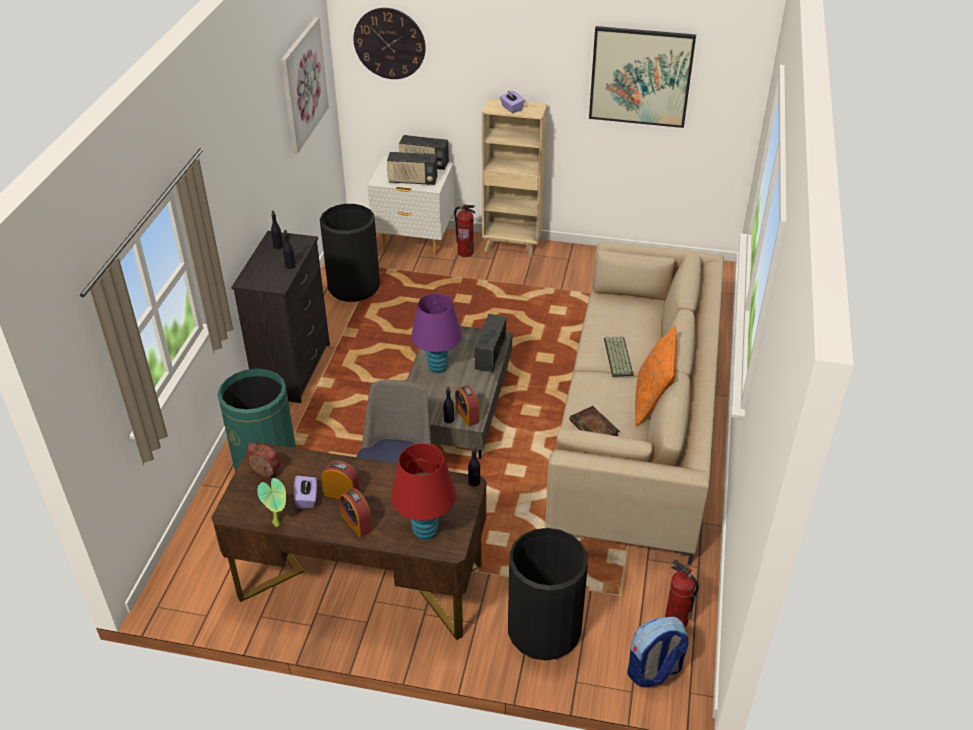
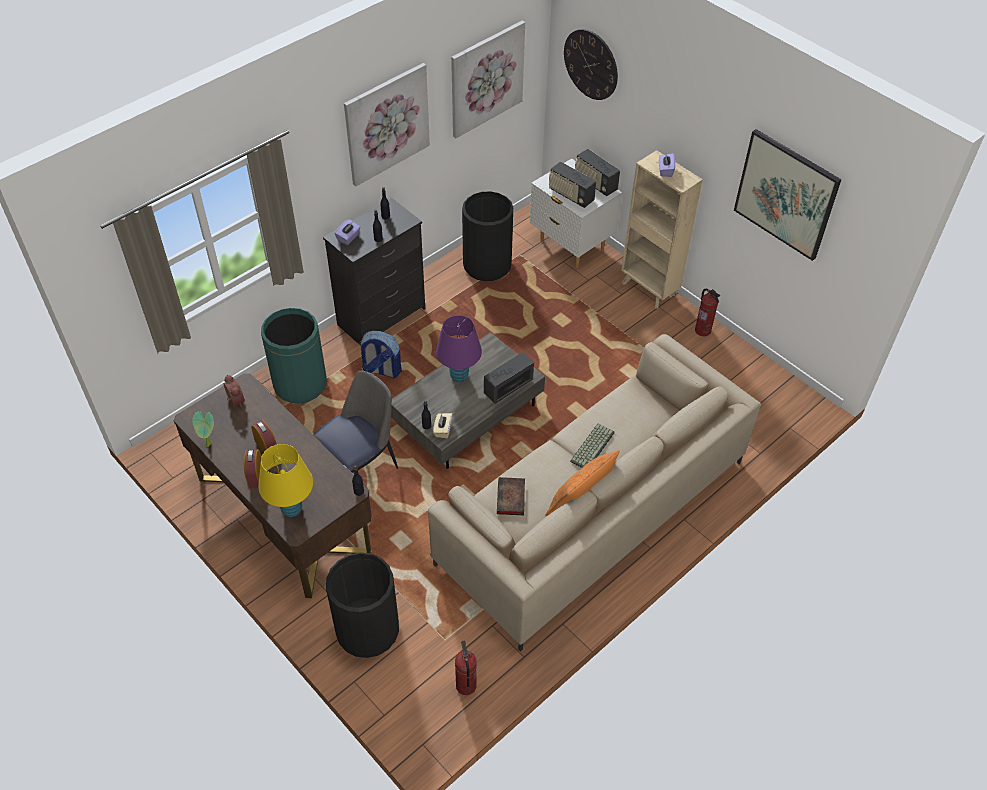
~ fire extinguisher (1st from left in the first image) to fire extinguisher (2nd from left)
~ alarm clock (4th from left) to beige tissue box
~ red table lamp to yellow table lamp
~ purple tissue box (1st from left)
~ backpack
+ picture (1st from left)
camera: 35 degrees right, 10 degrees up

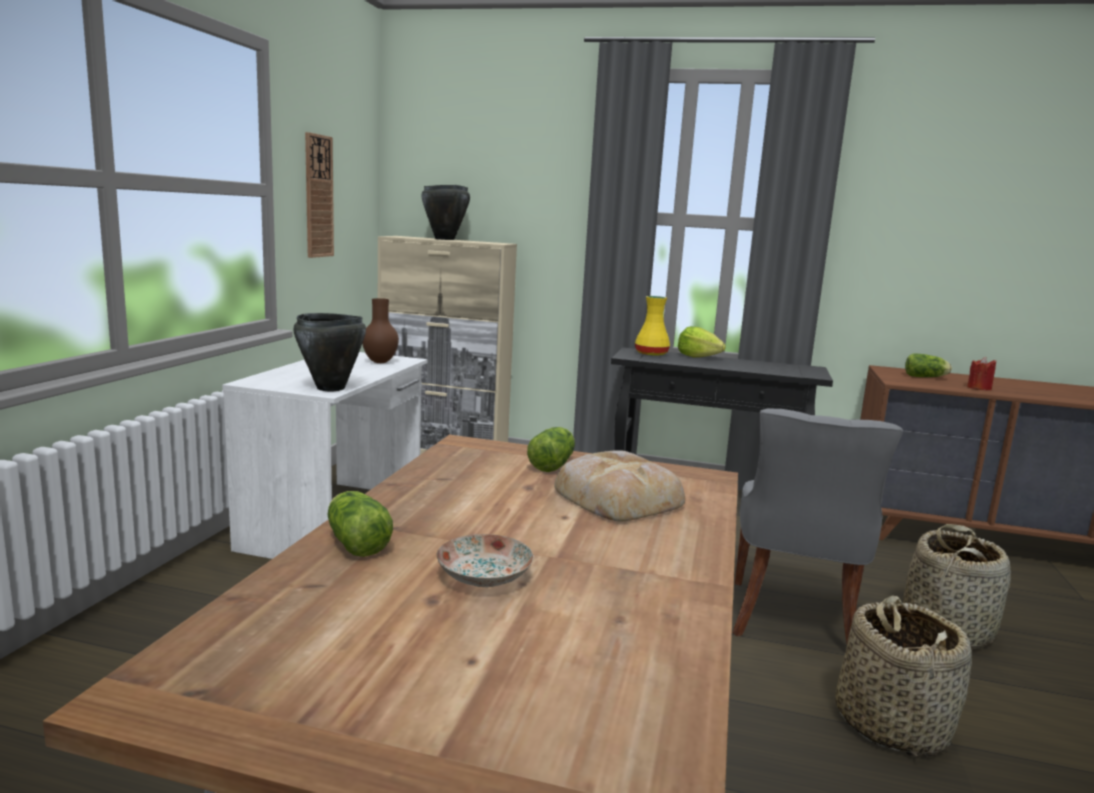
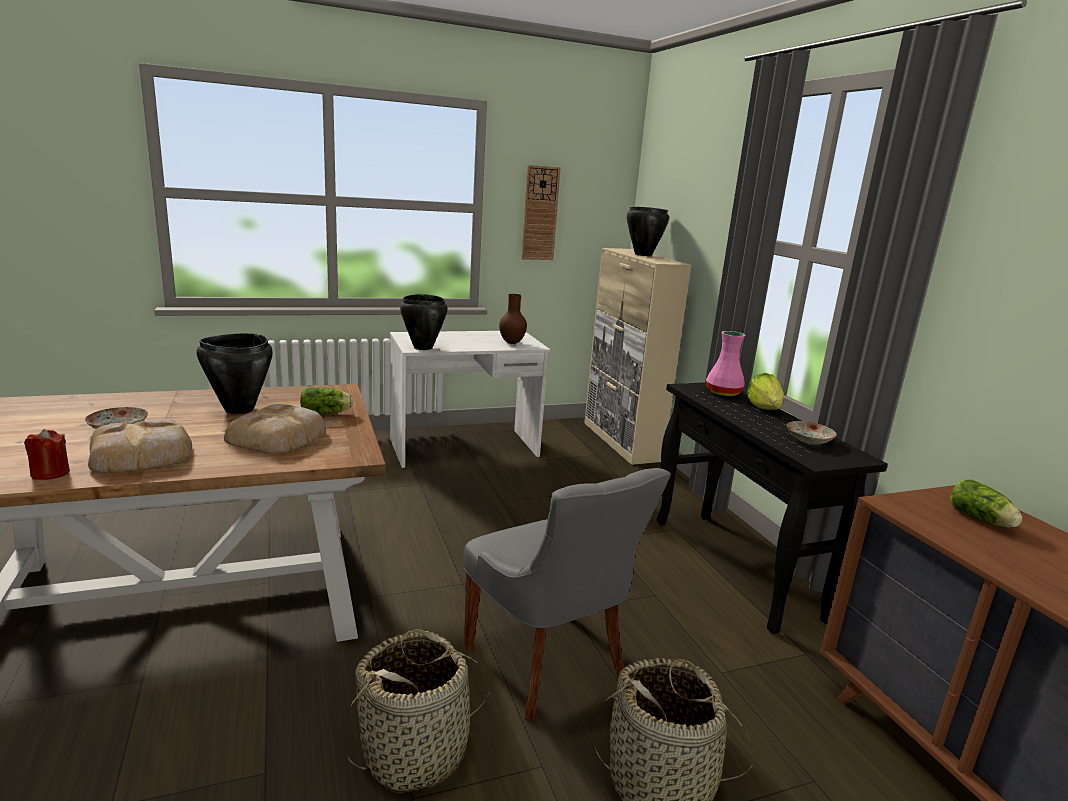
~ yellow vase to pink vase
~ red candle
~ grey chair 105 degrees counterclockwise
- lettuce (1st from left)
+ black cooking pot (1st from left)
+ bread (1st from left)
+ plate (2nd from left)
camera: 55 degrees right, 5 degrees up

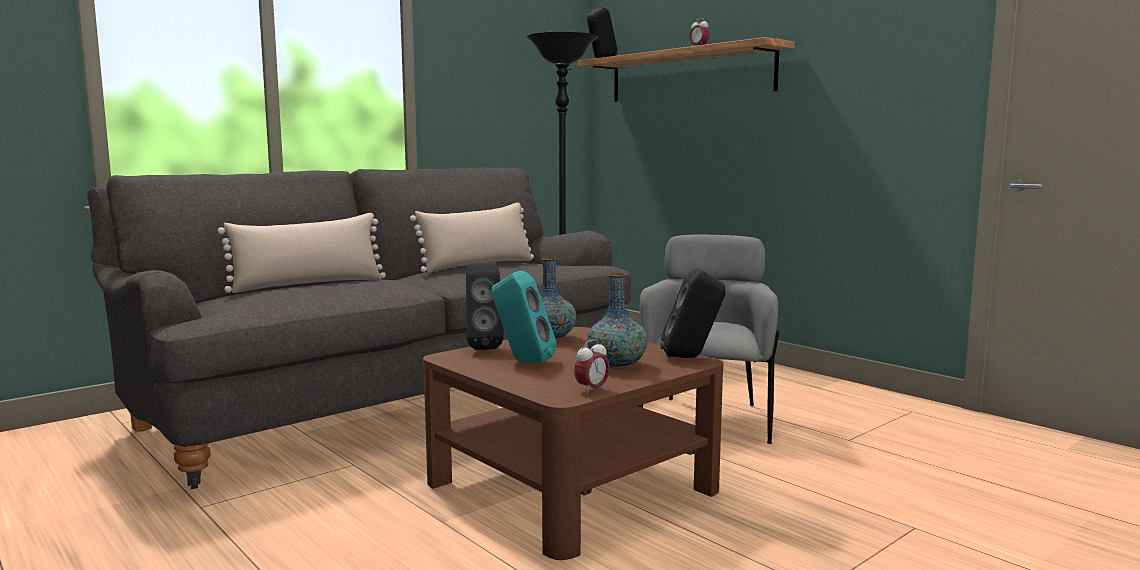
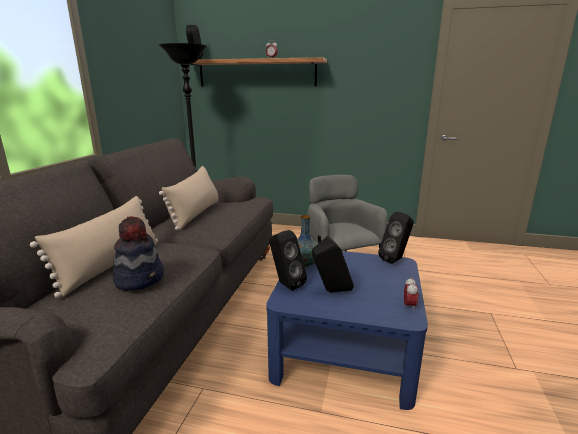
~ turquoise speaker to black speaker (3rd from left)
- vase (2nd from left)
~ brown coffee table to blue coffee table
+ hat
camera: 35 degrees left, 10 degrees up

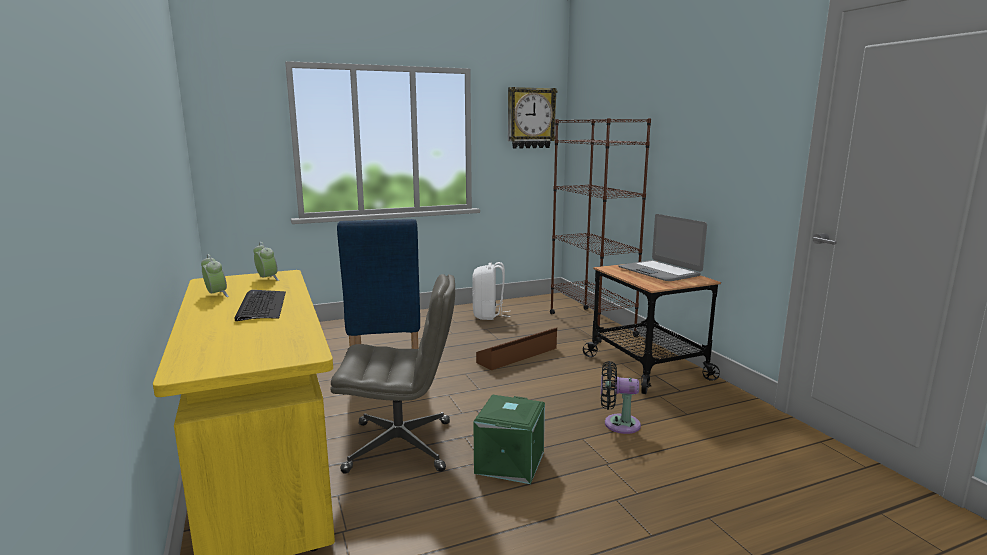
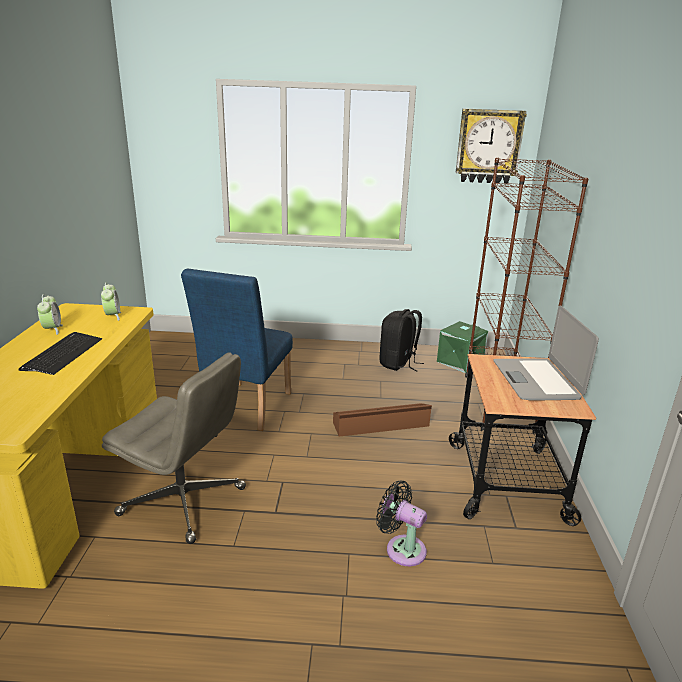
~ white backpack to black backpack
~ green storage box
camera: 25 degrees right, 10 degrees up

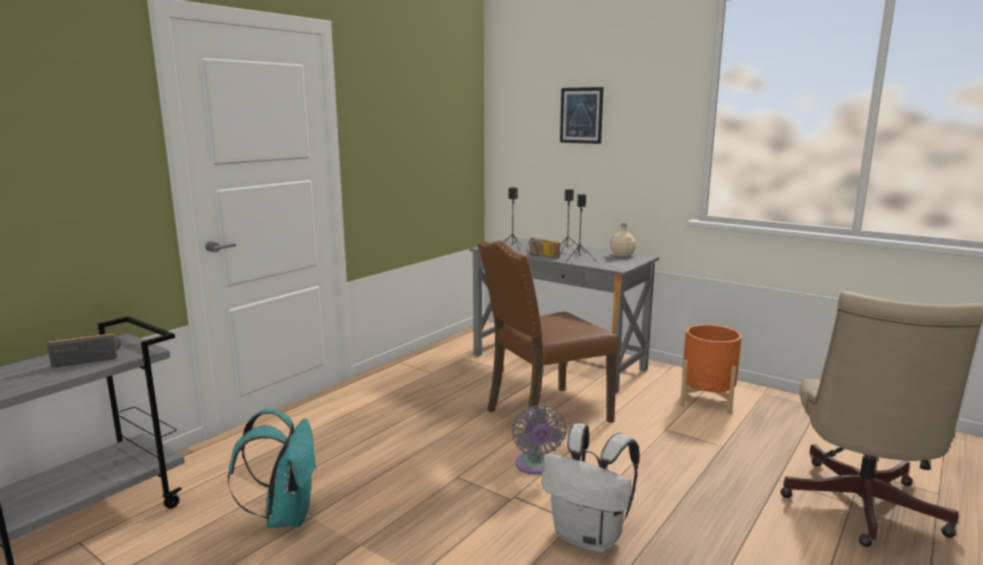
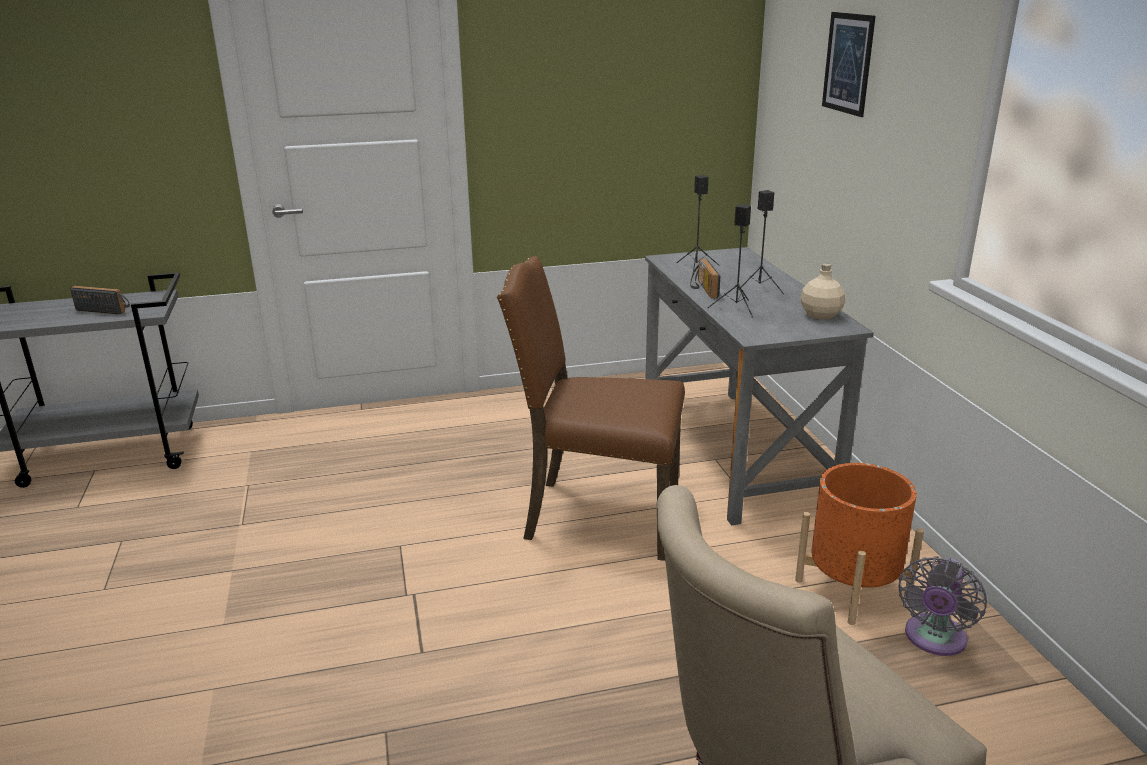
~ grey fan
- turquoise backpack
- white backpack
camera: 40 degrees right, 10 degrees up

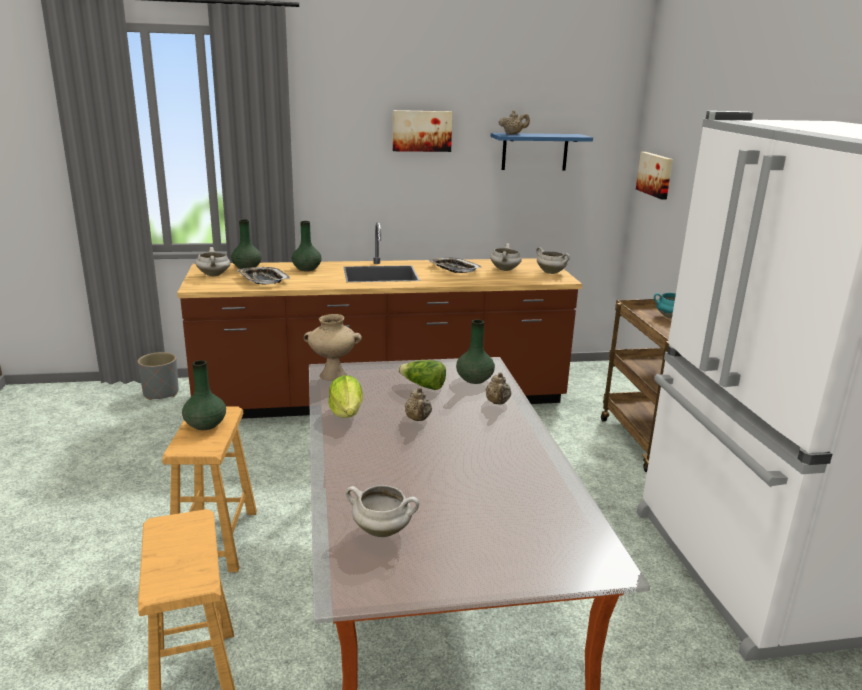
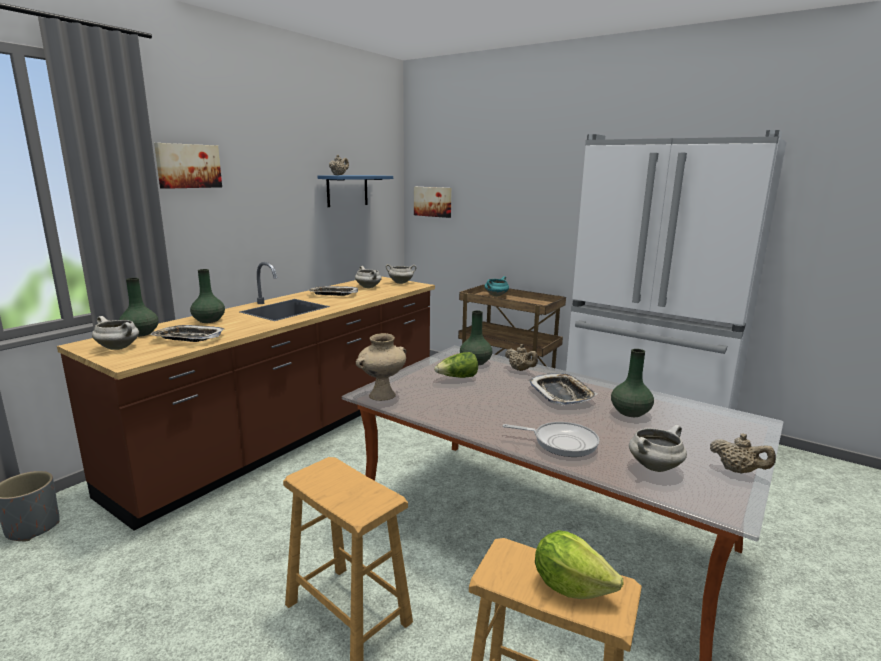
~ picture (1st from left)
~ green vase (1st from left in the first image) to green vase (4th from left)
~ lettuce (1st from left in the first image) to lettuce (2nd from left)
~ beige teapot (1st from left in the first image) to beige teapot (3rd from left)
+ tray (3rd from left)
+ frying pan
camera: 45 degrees left, 5 degrees down

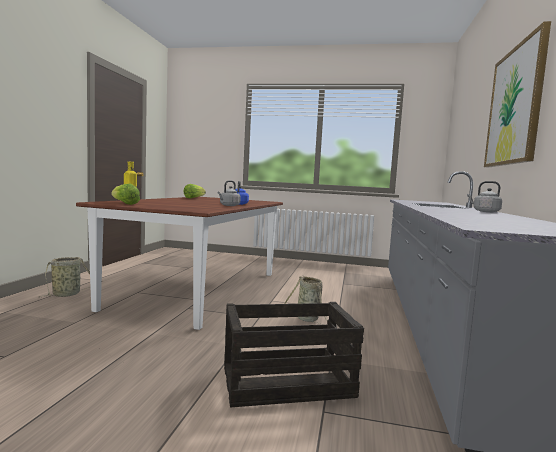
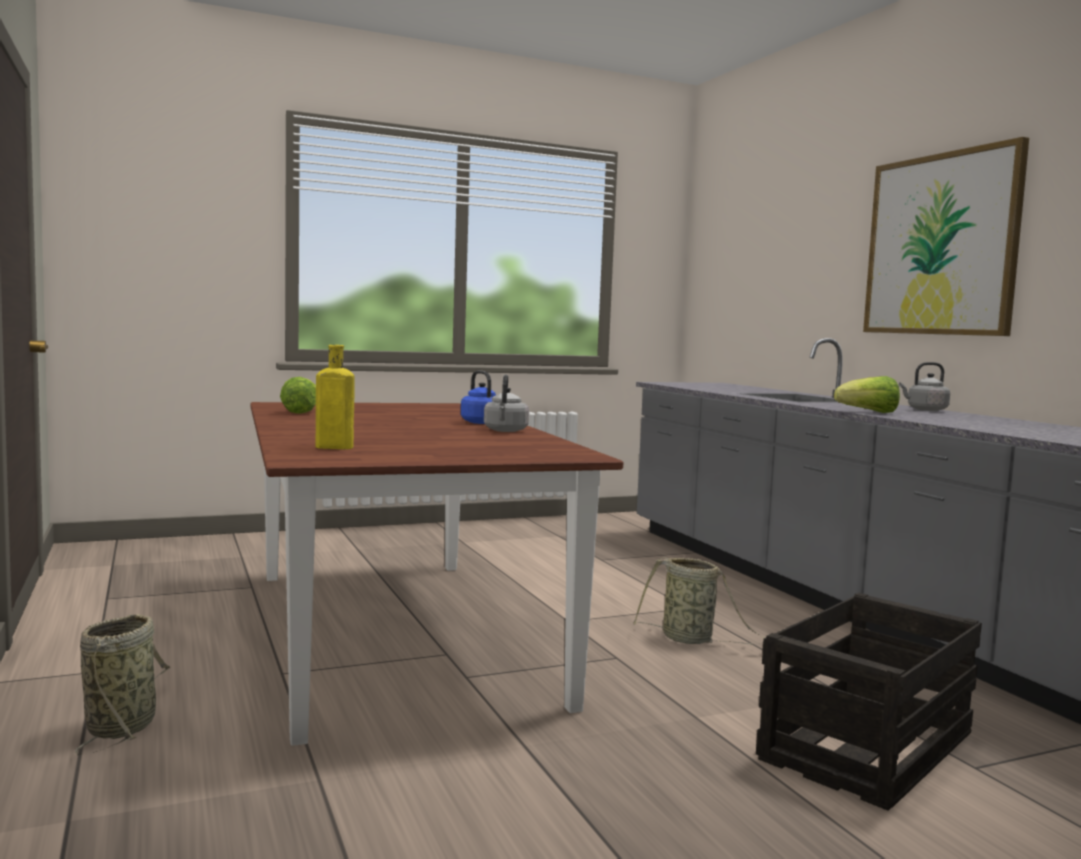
~ lettuce (1st from left in the first image) to lettuce (2nd from left)
camera: 35 degrees left, 0 degrees up

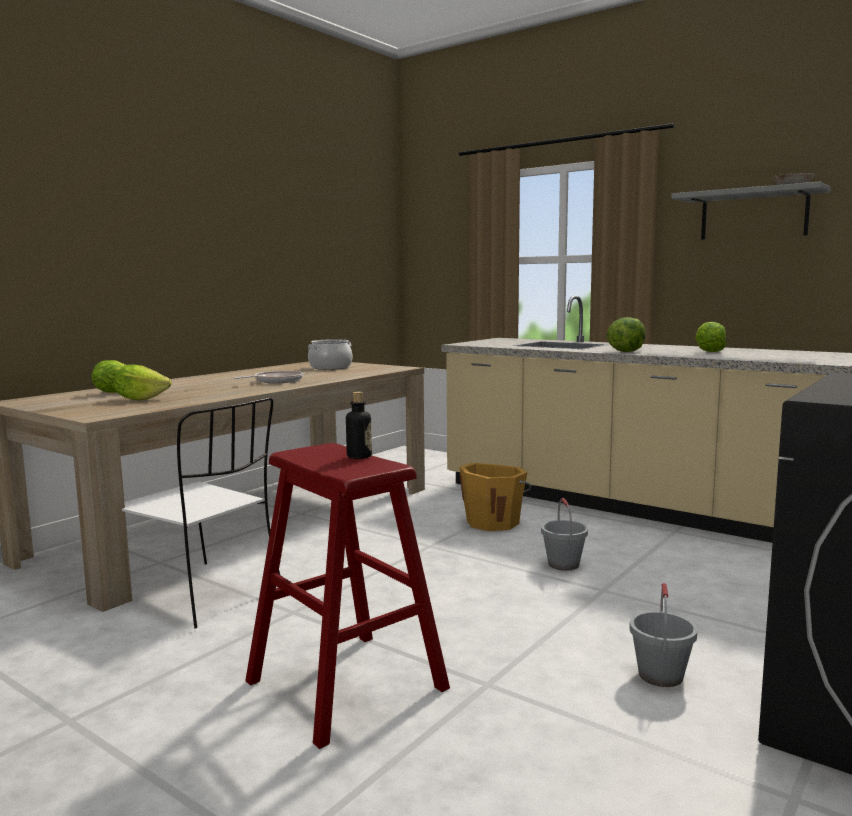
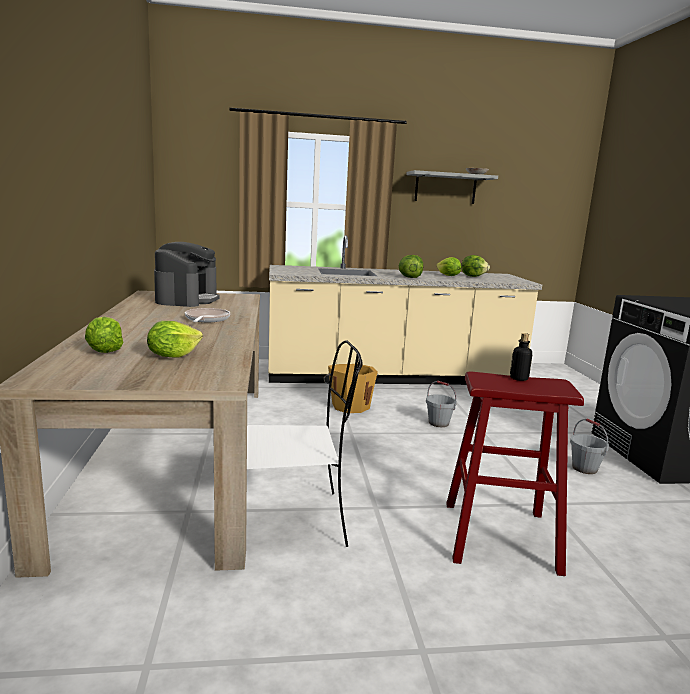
~ cooking pot to coffee machine
+ lettuce (5th from left)
camera: 45 degrees left, 5 degrees up

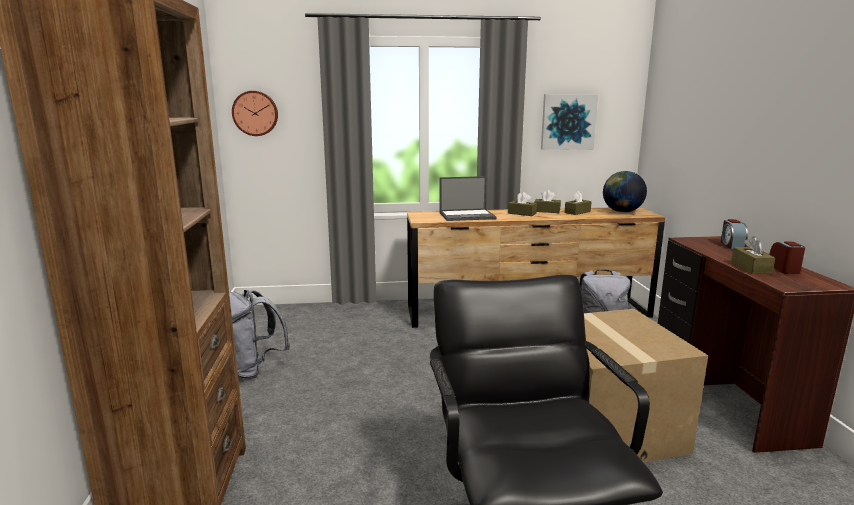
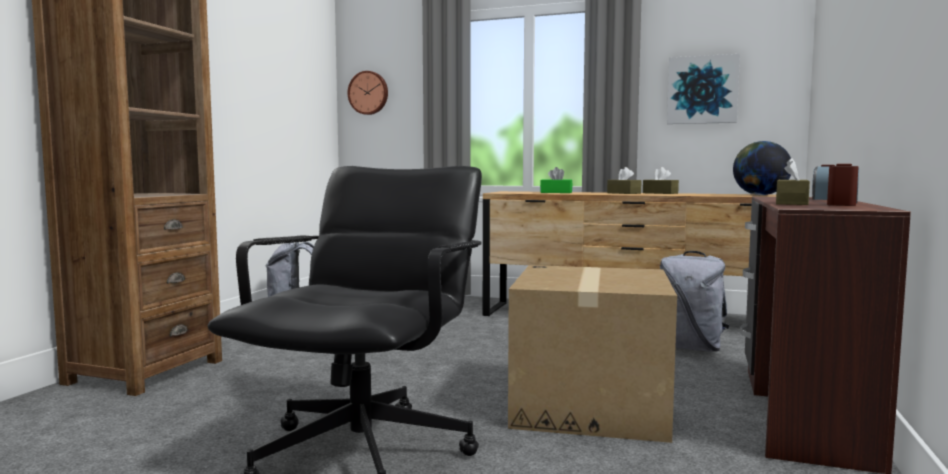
~ laptop to green tissue box
- brown tissue box (3rd from left)
camera: 25 degrees right, 10 degrees down

